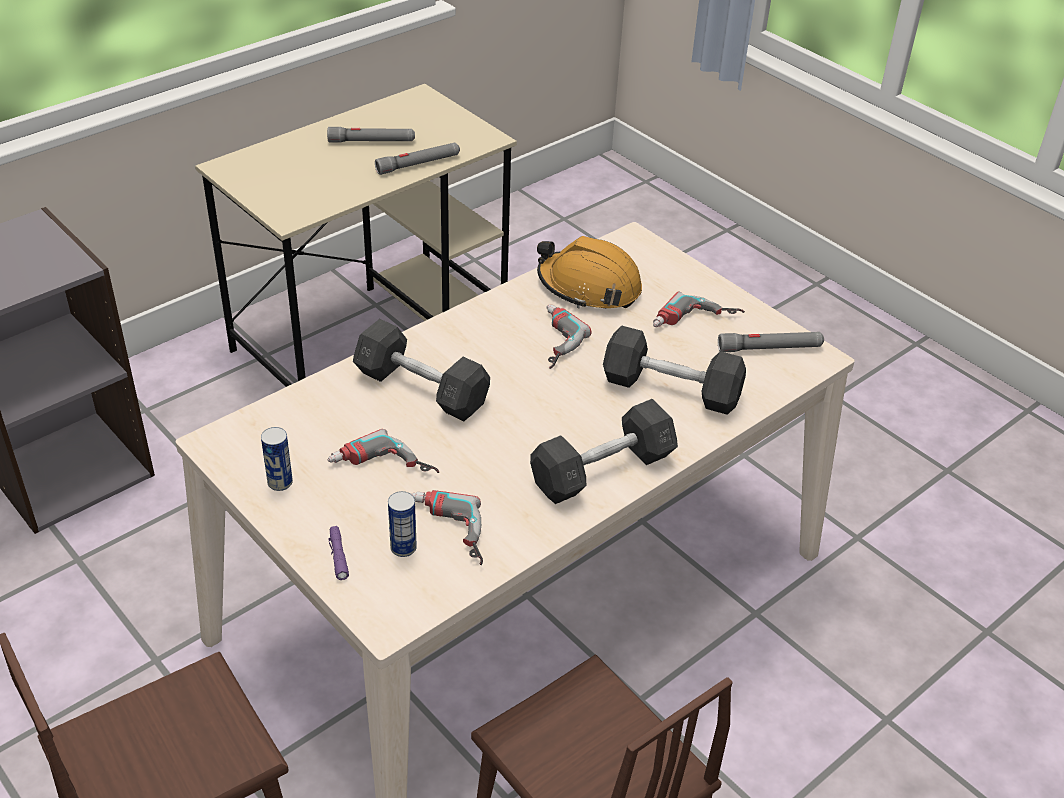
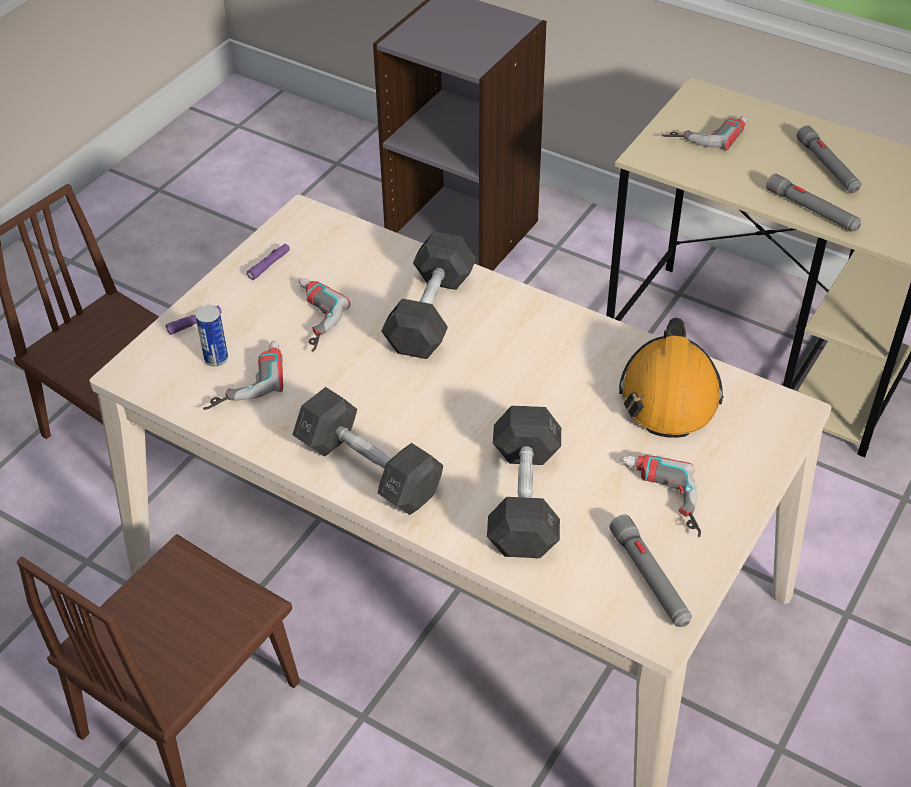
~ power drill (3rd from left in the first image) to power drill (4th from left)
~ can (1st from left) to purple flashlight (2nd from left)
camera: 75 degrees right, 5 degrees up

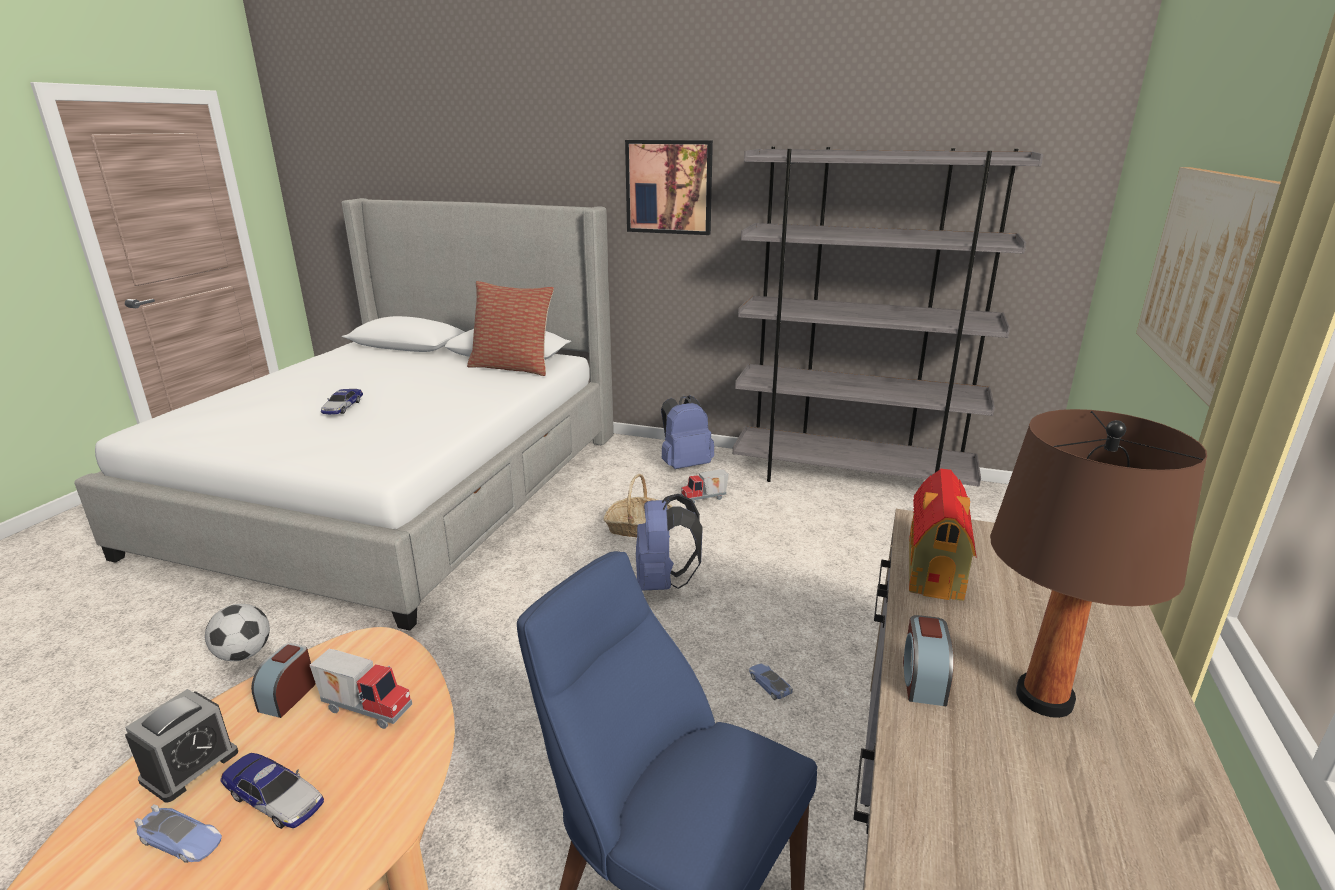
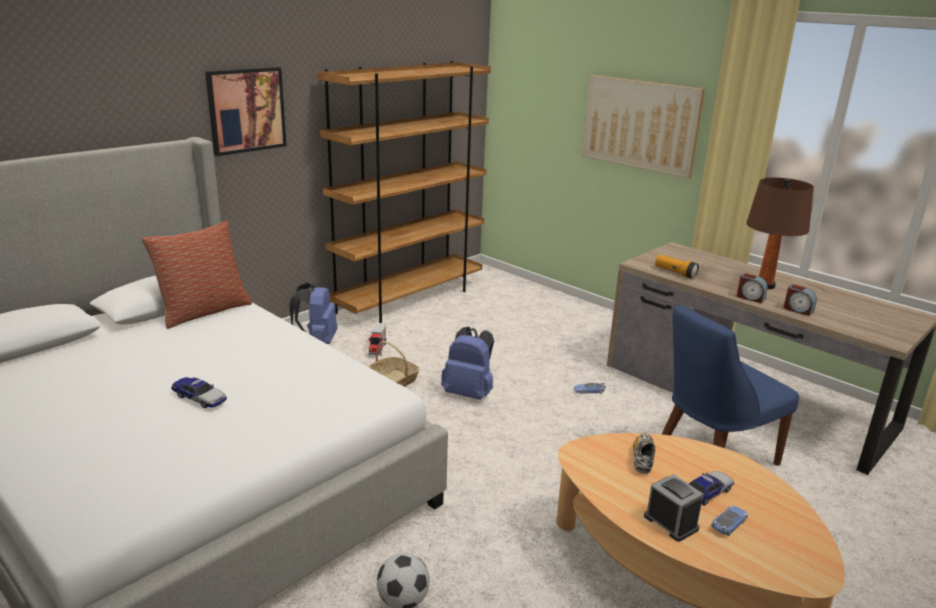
~ grey bookcase to brown bookcase
~ toy house to flashlight
~ alarm clock (2nd from left in the first image) to alarm clock (3rd from left)
~ toy truck (1st from left) to shoe
camera: 65 degrees left, 0 degrees up

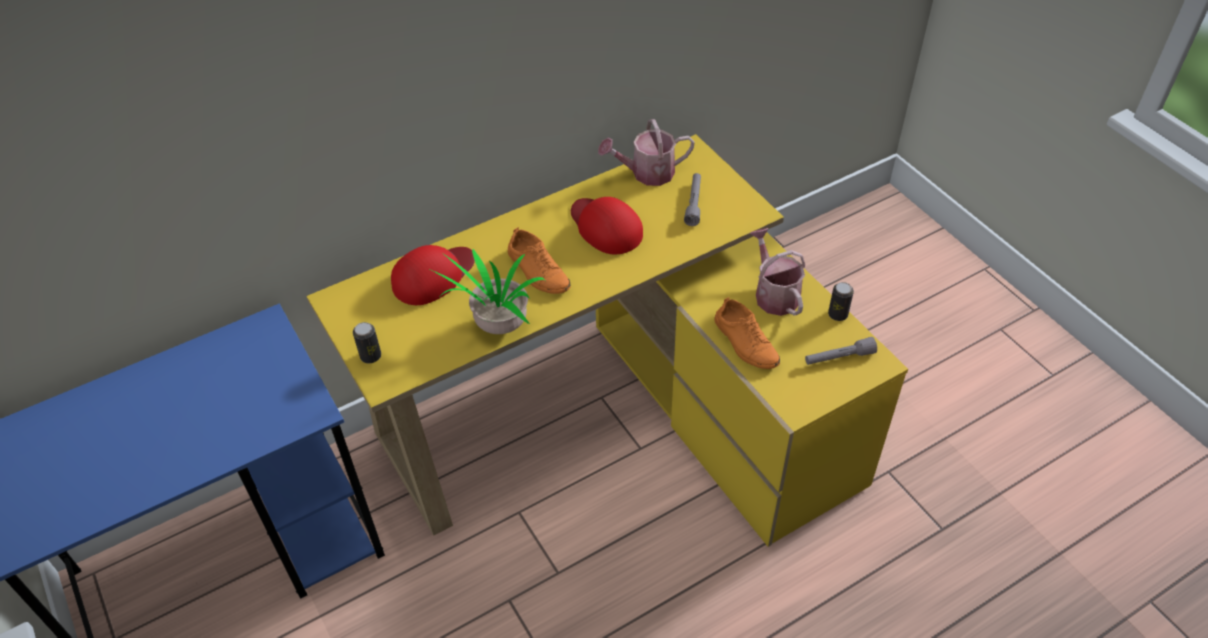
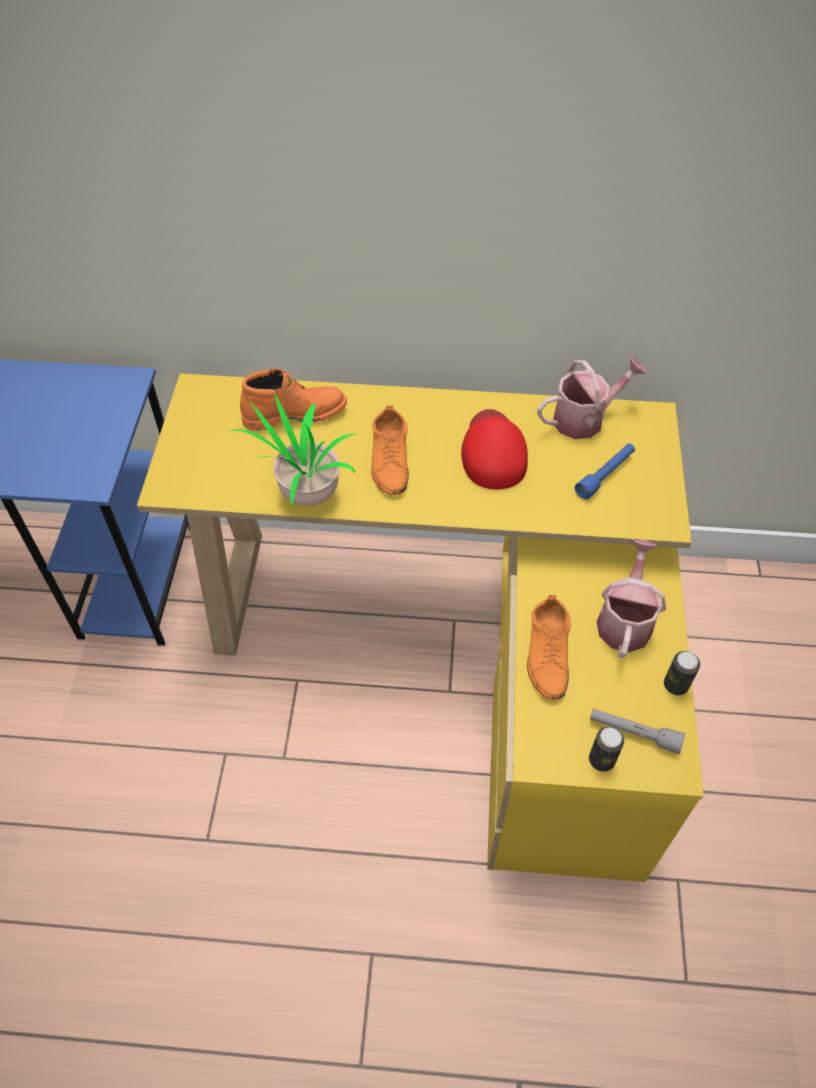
~ watering can (1st from left) 135 degrees clockwise
~ grey flashlight (1st from left) to blue flashlight
~ red cap (1st from left) to orange boot
~ can (1st from left)
camera: 35 degrees right, 5 degrees up

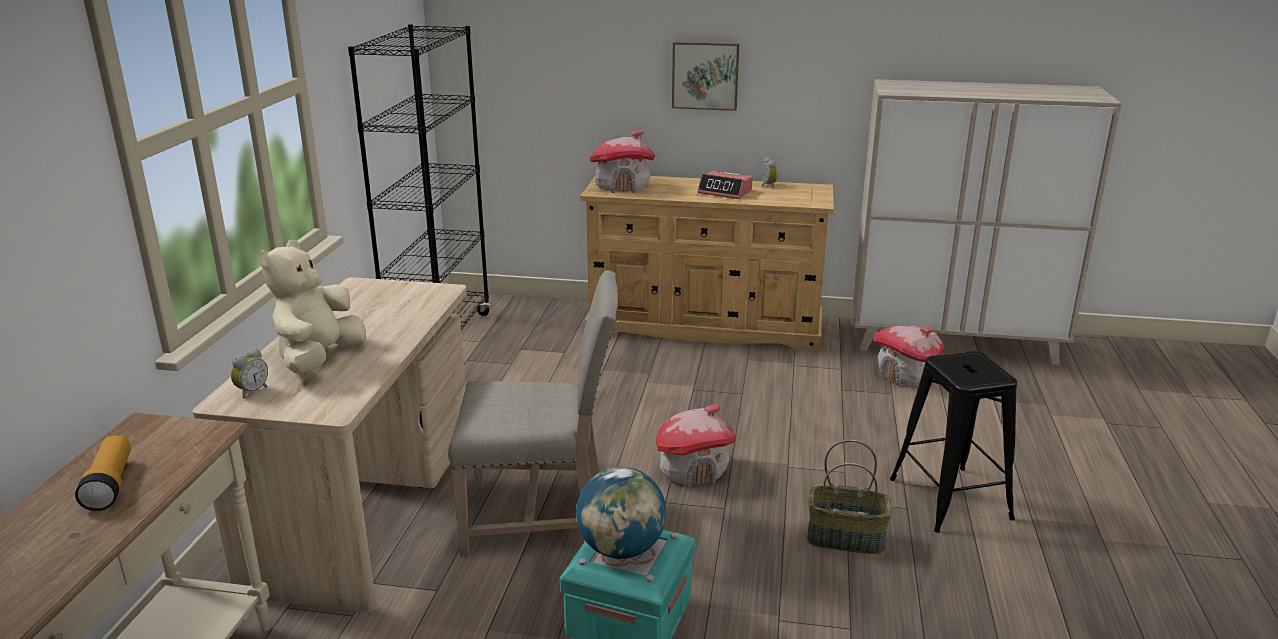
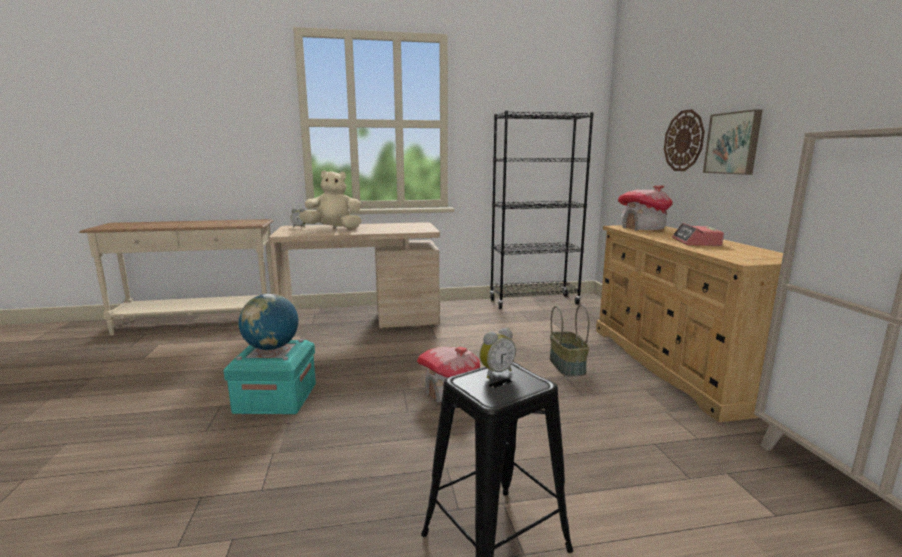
~ alarm clock (3rd from left in the first image) to alarm clock (2nd from left)
- beige chair
- toy house (3rd from left)
- flashlight
~ basket
+ wall clock
camera: 70 degrees right, 10 degrees down

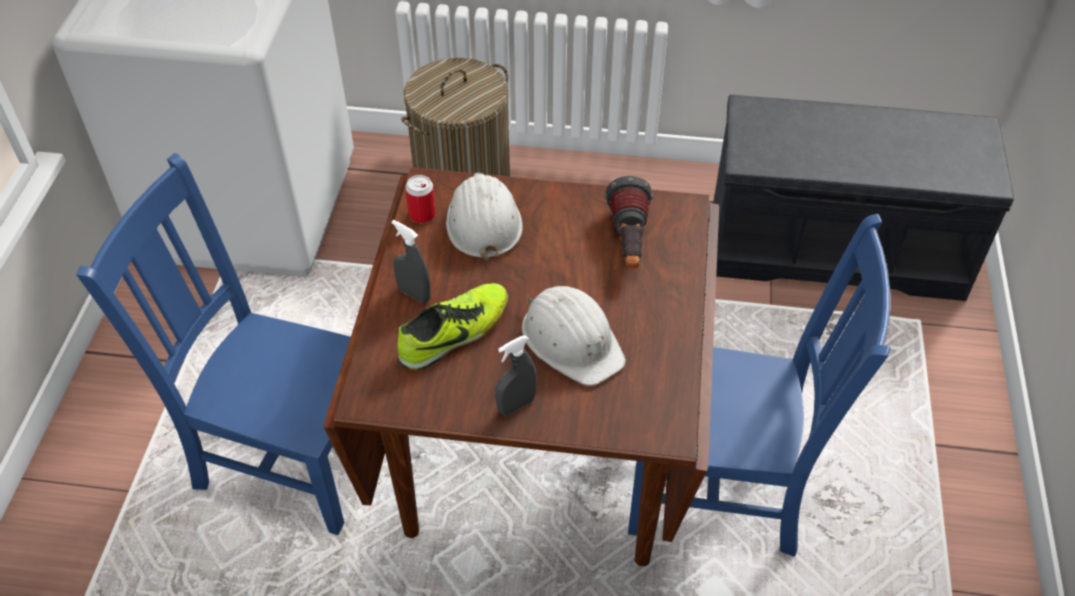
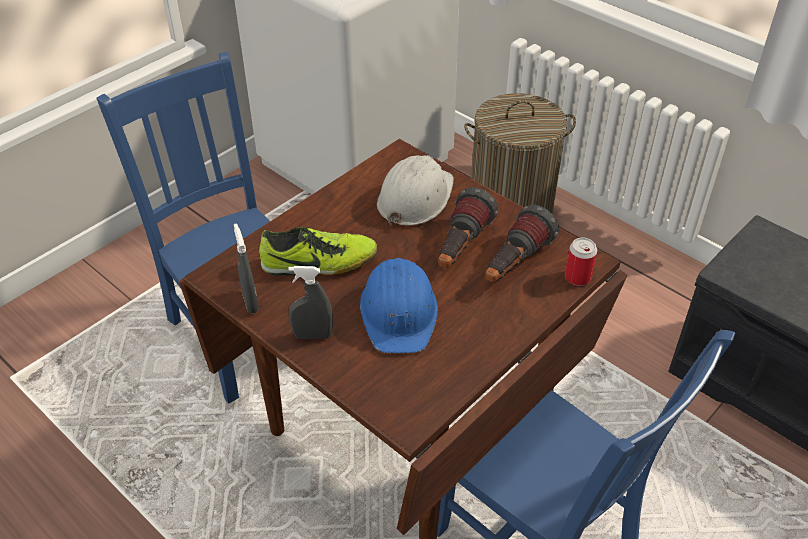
~ can
~ grey spray bottle (1st from left)
~ white hard hat (2nd from left) to blue hard hat
+ flashlight (1st from left)
camera: 35 degrees right, 5 degrees down

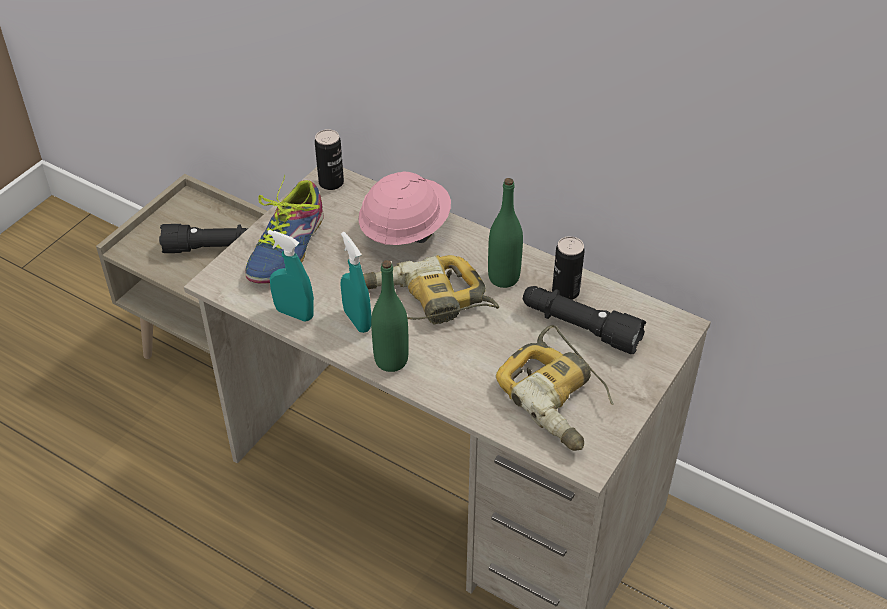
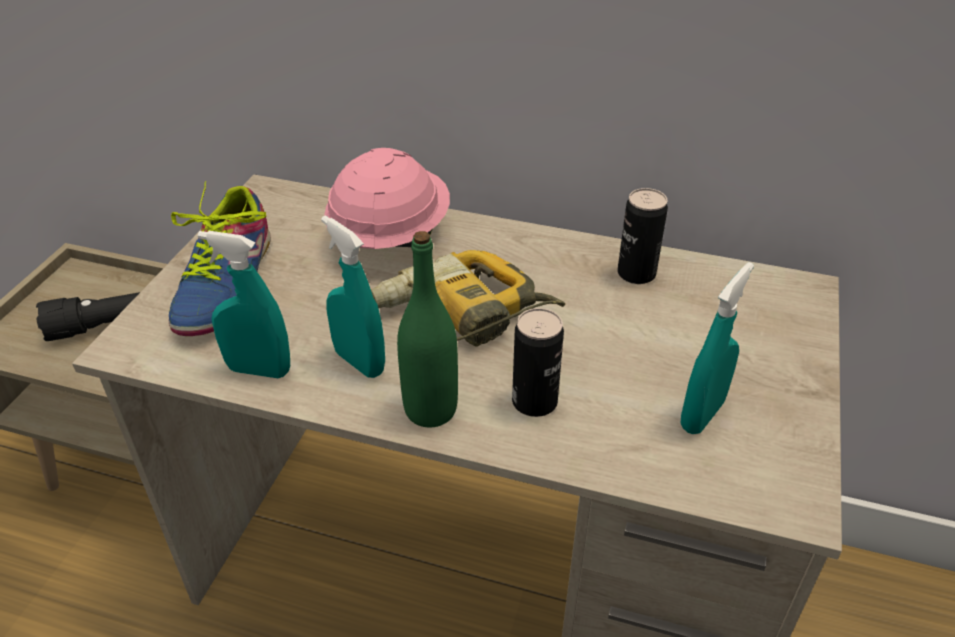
~ can (1st from left)
- green bottle (2nd from left)
- black flashlight (2nd from left)
~ power drill (2nd from left) to turquoise spray bottle (3rd from left)
camera: 15 degrees left, 5 degrees down

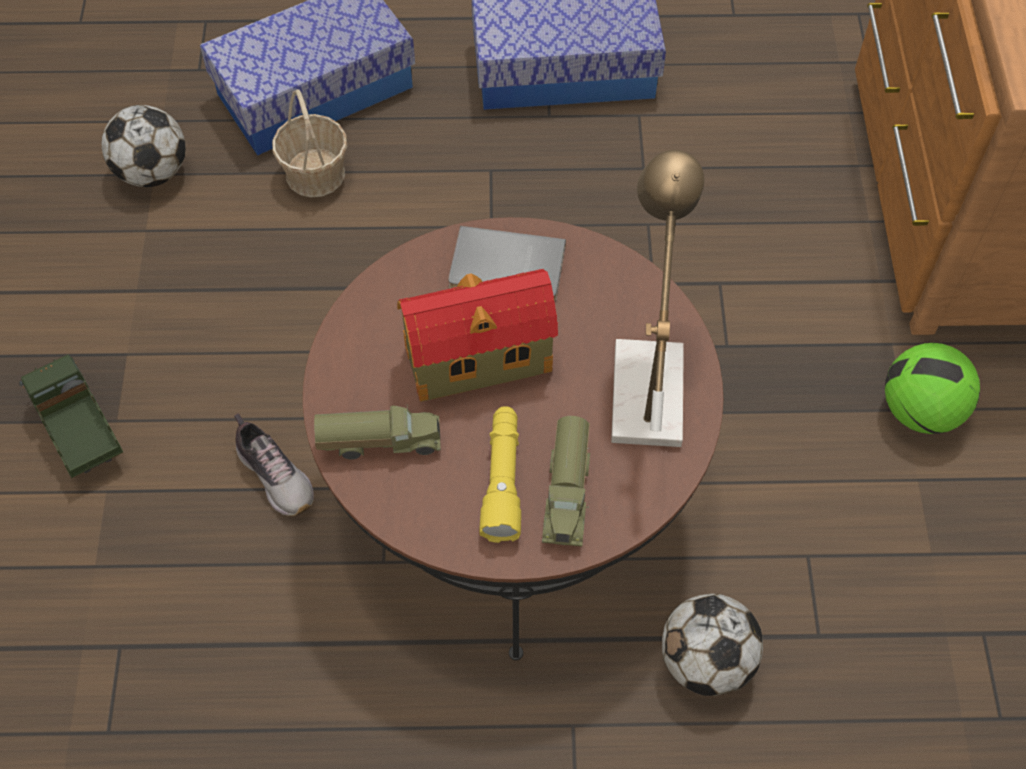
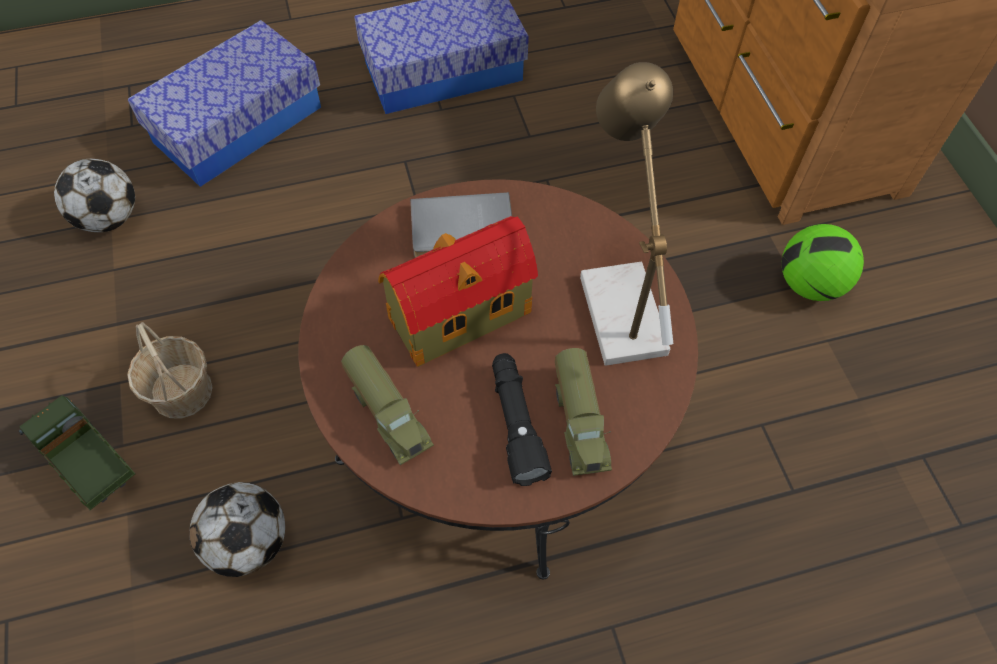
~ basket
~ toy truck (2nd from left) 75 degrees clockwise
~ yellow flashlight to black flashlight
- shoe
~ football (2nd from left)
camera: 15 degrees left, 0 degrees up

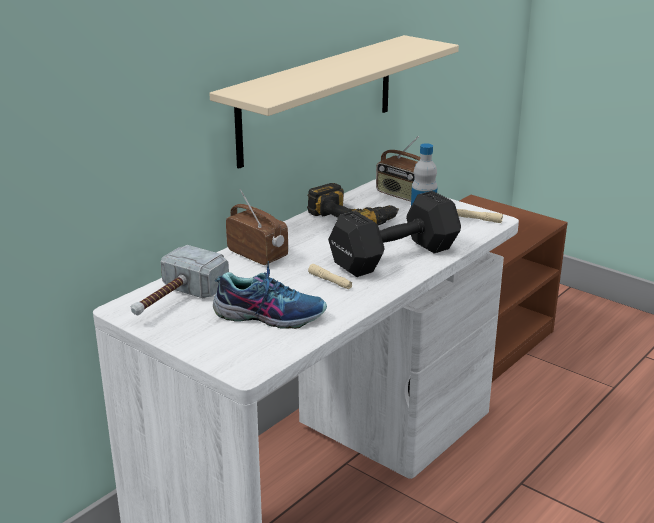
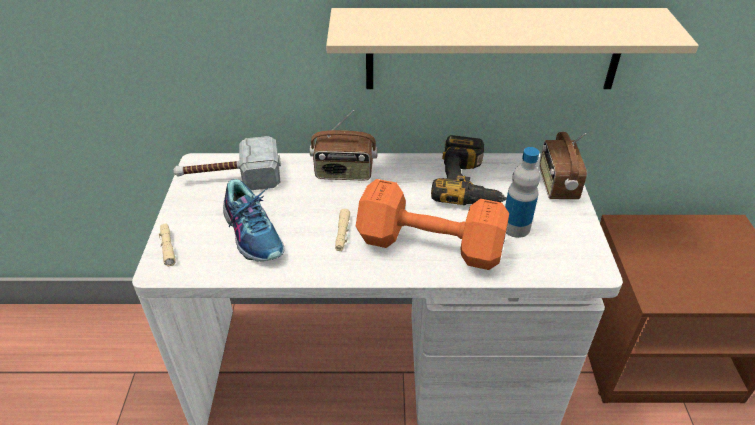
~ radio (1st from left) 90 degrees clockwise
~ black dumbbell to orange dumbbell
~ beige flashlight (2nd from left in the first image) to beige flashlight (1st from left)
camera: 50 degrees right, 15 degrees up

